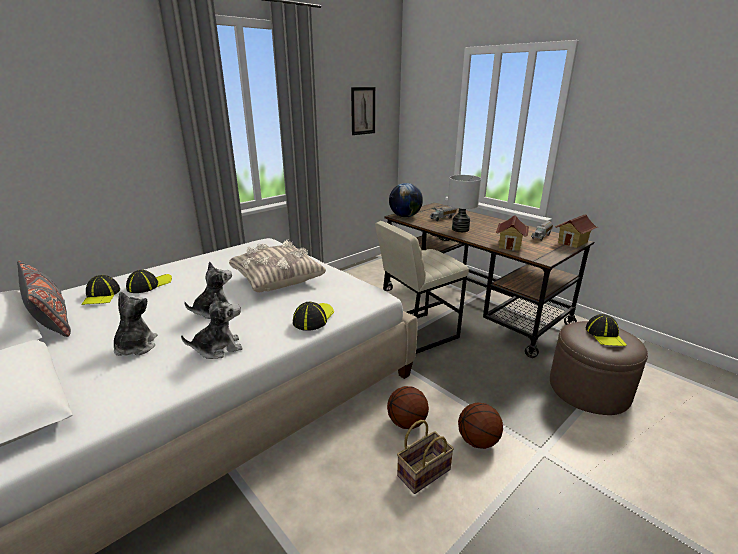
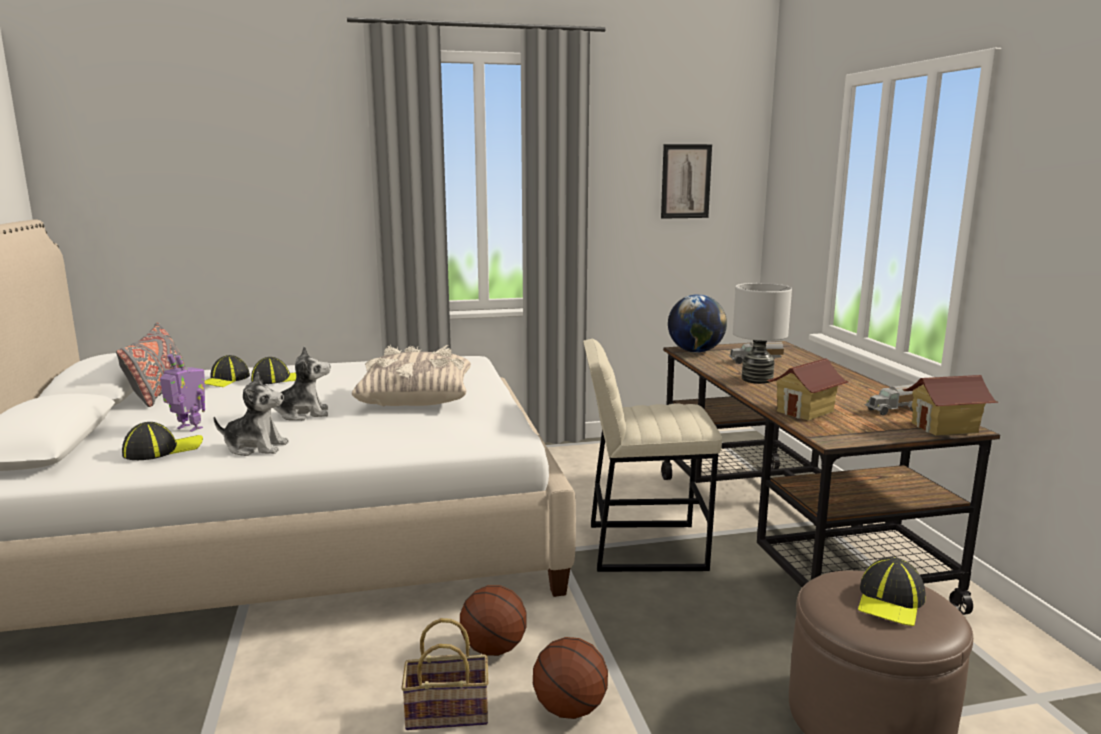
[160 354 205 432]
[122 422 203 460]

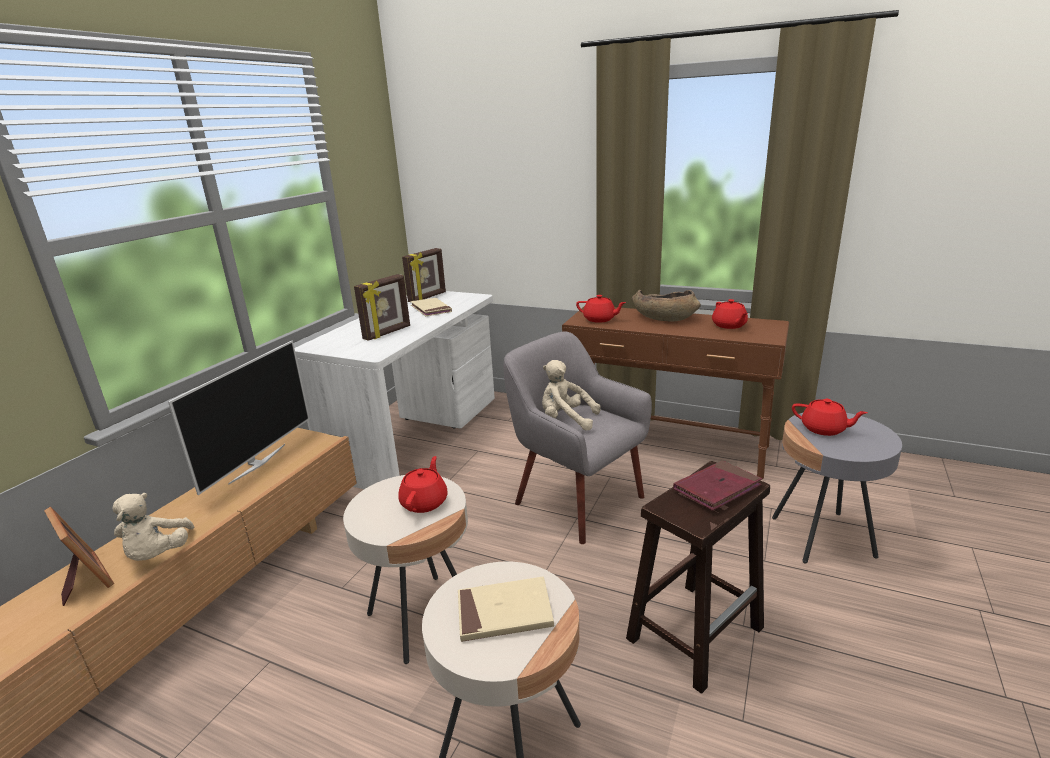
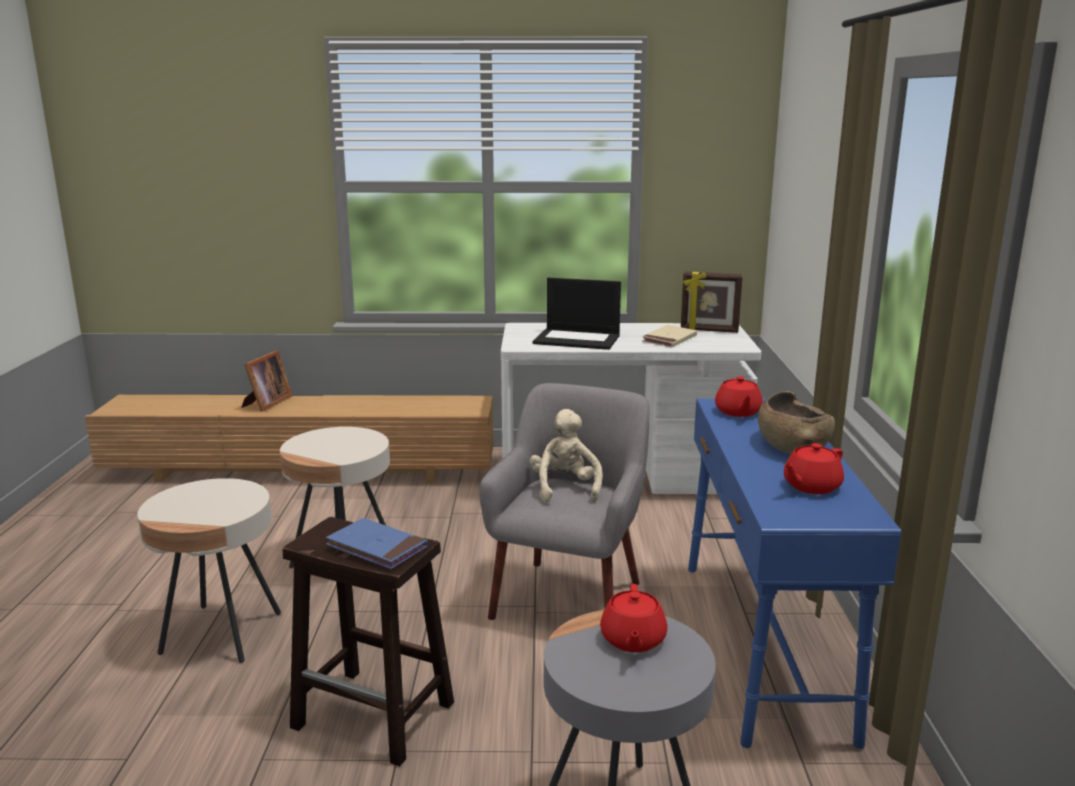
[112 493 195 561] (first image)
[168 340 310 495] (first image)
[533 277 621 350]
[398 456 448 513] (first image)
[458 577 554 642] (first image)
[688 398 901 749]
[326 518 428 569]

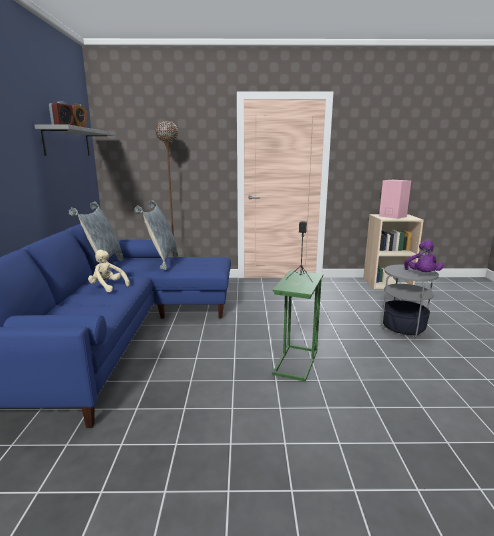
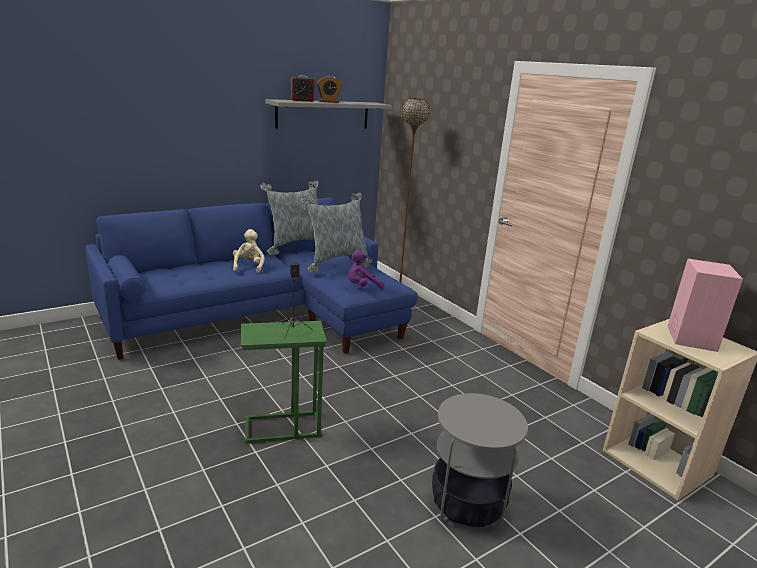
[348 250 384 289]

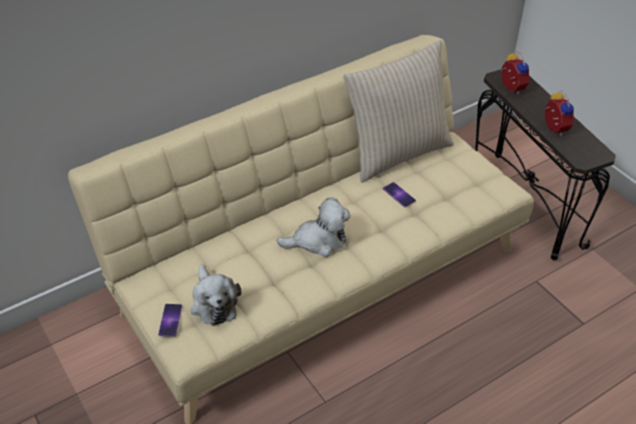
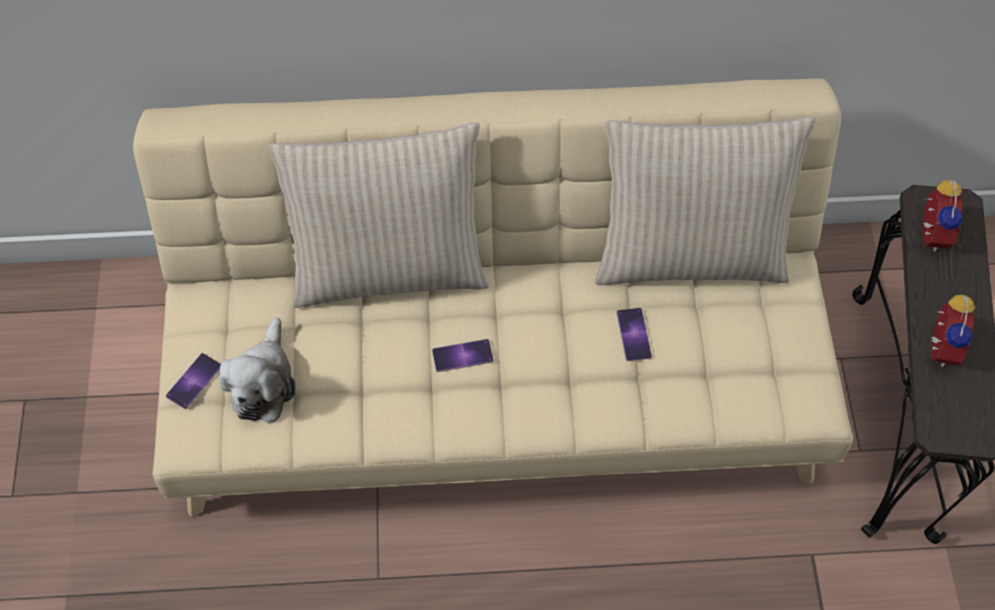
[432 339 493 372]
[268 122 489 308]

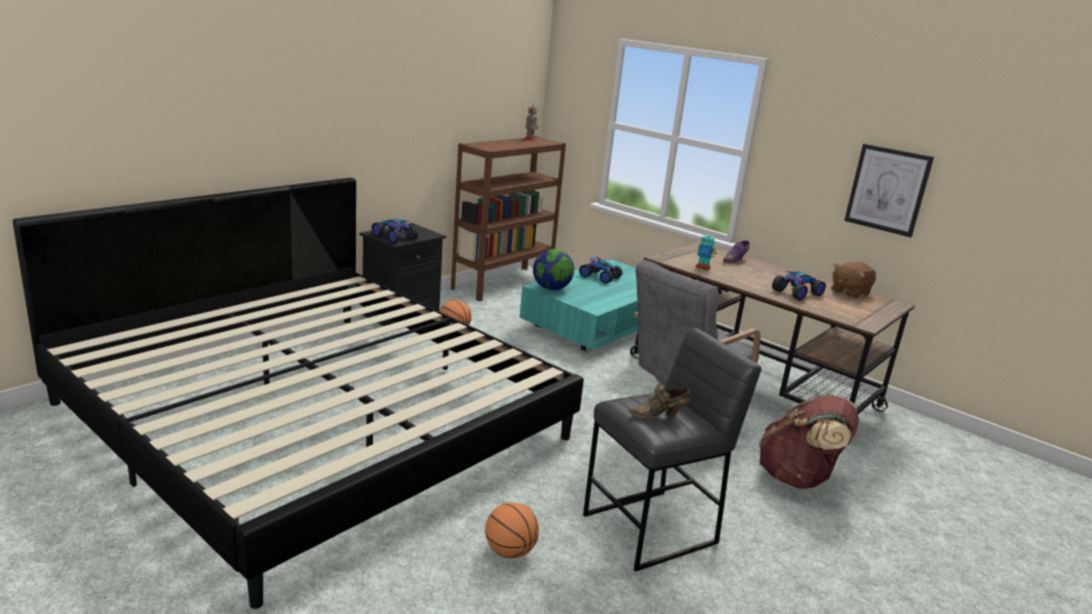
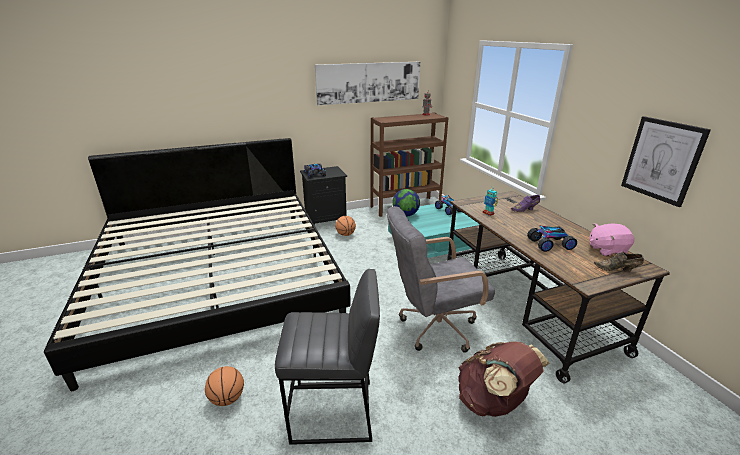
[594 252 644 272]
[589 223 634 256]
[315 62 420 105]

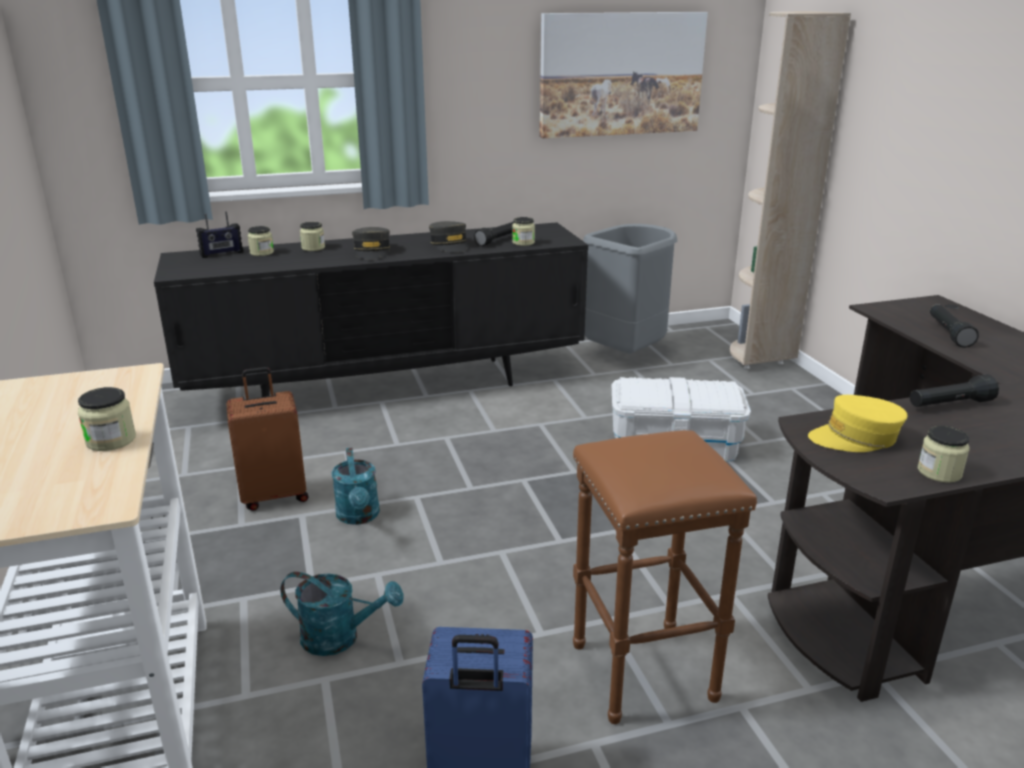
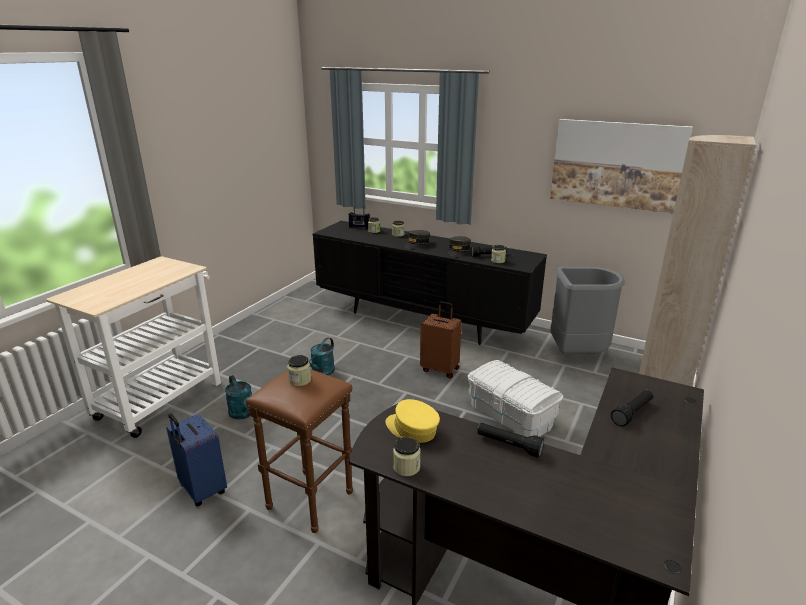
[287 355 311 386]
[420 301 462 378]

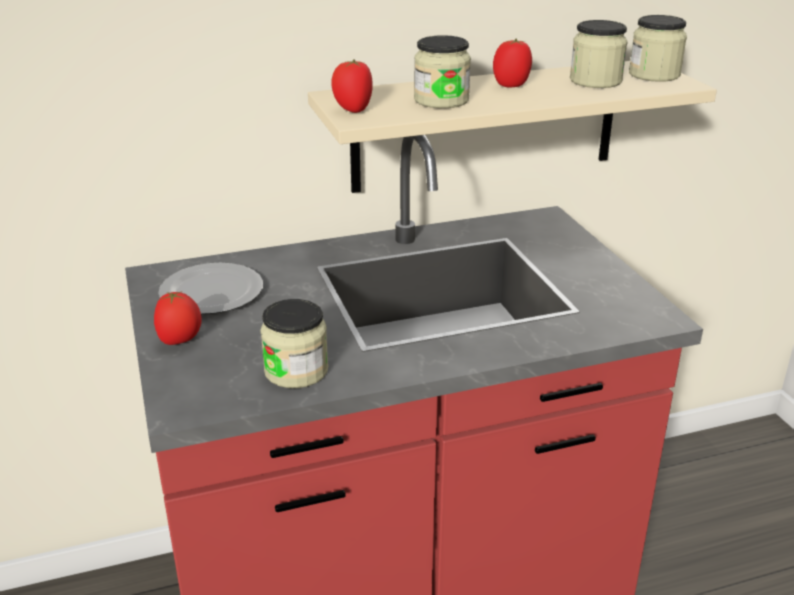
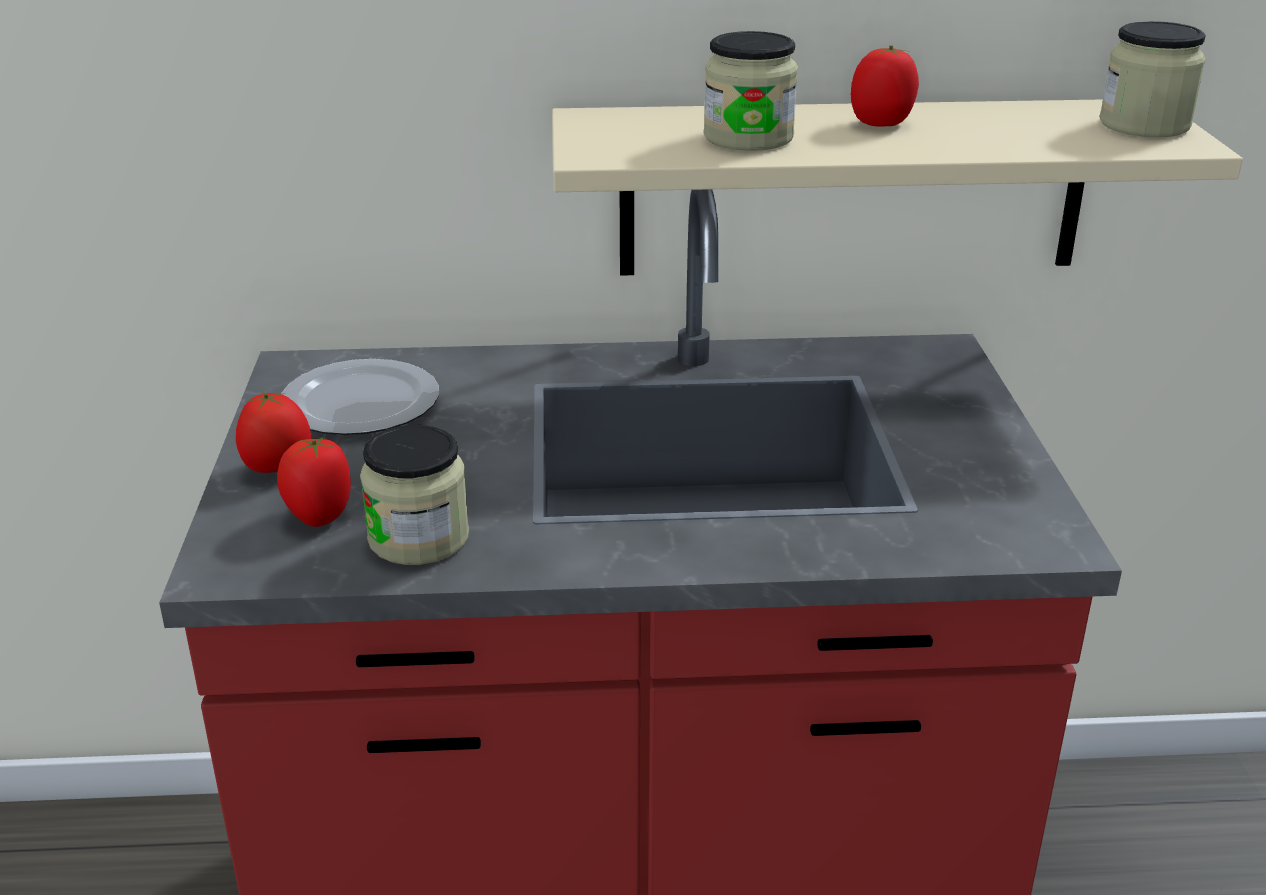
[277 436 351 527]
[570 20 628 88] (first image)

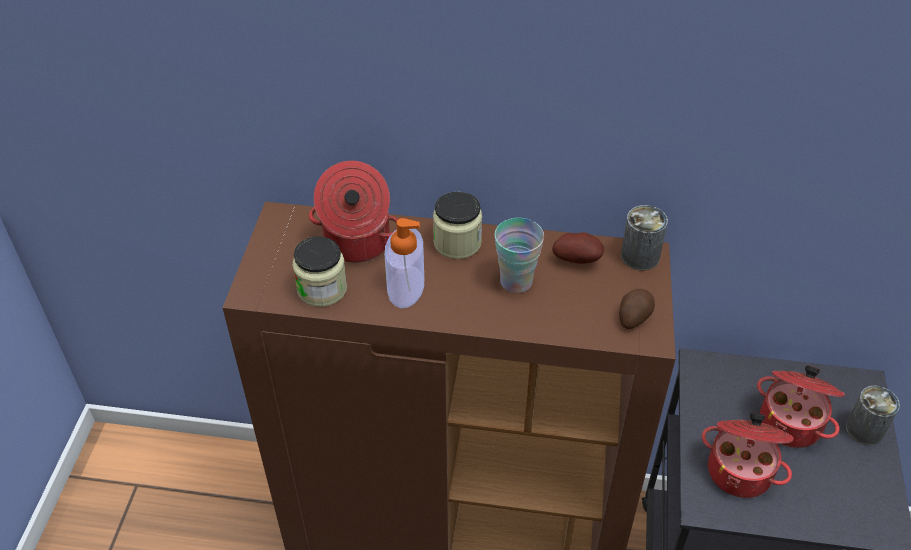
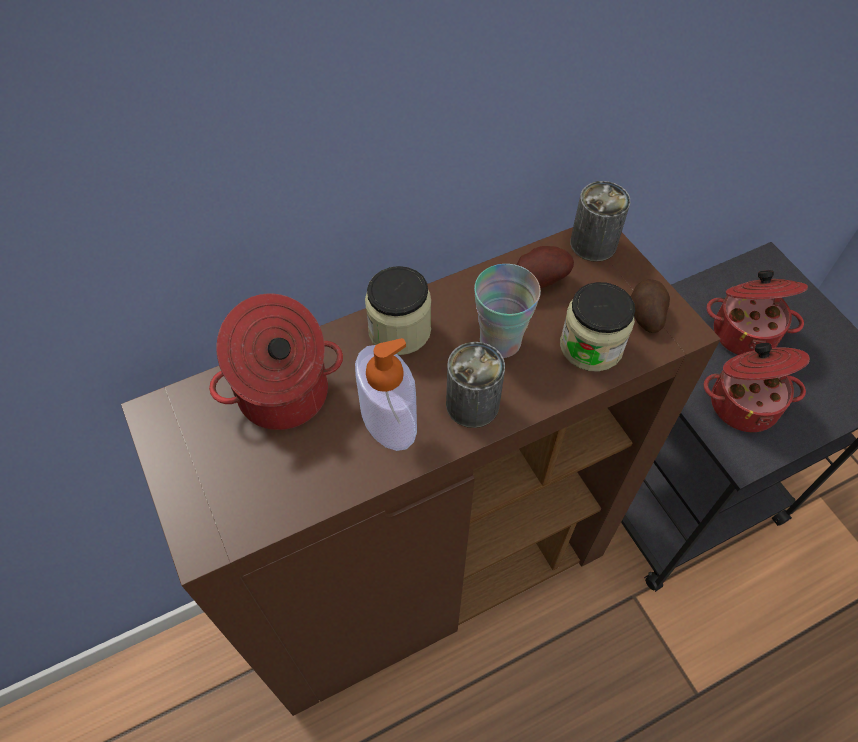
[560 282 635 372]
[446 342 505 428]

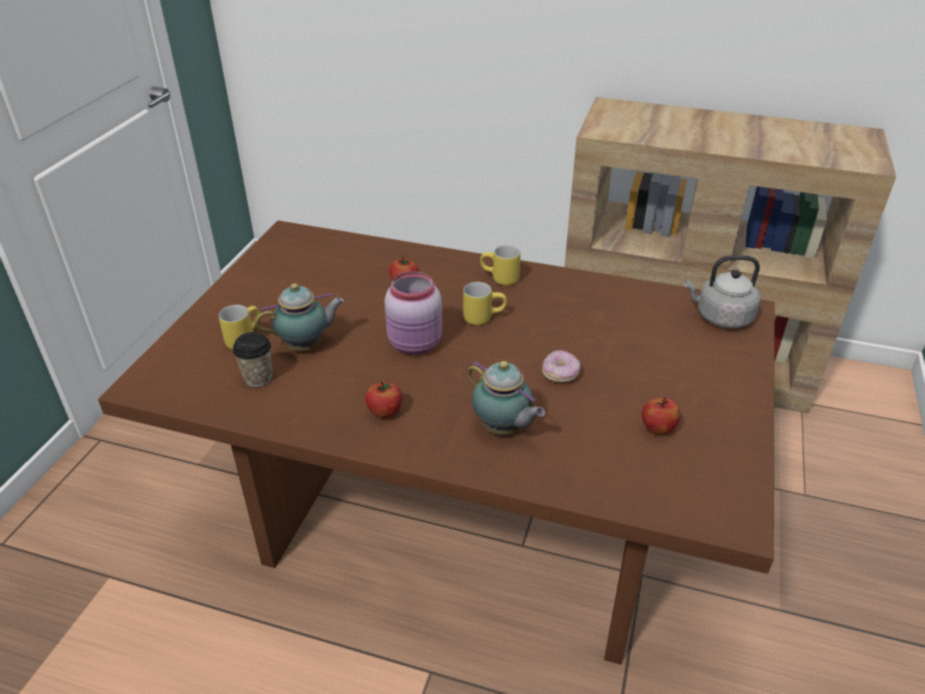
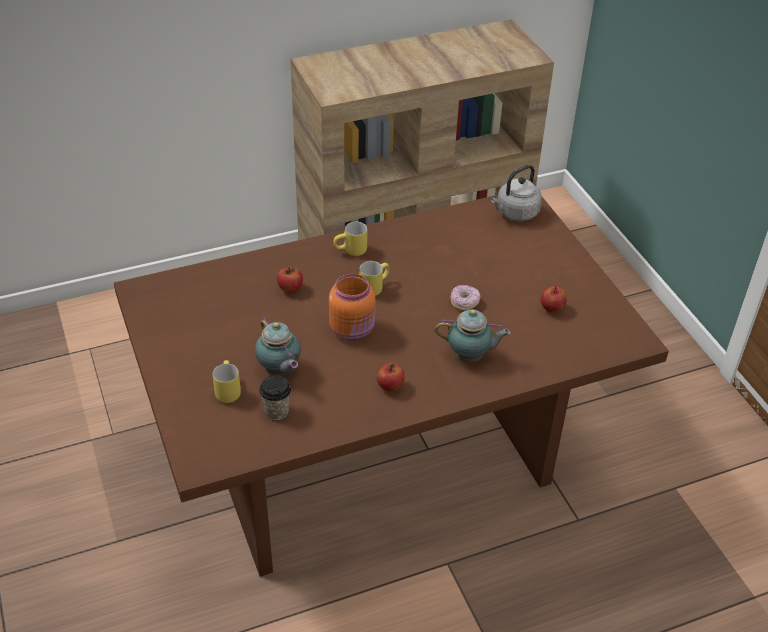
[255 317 301 376]
[329 274 375 341]

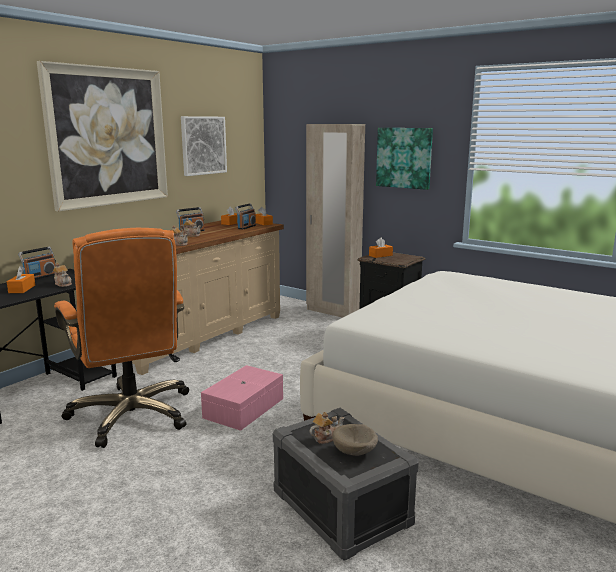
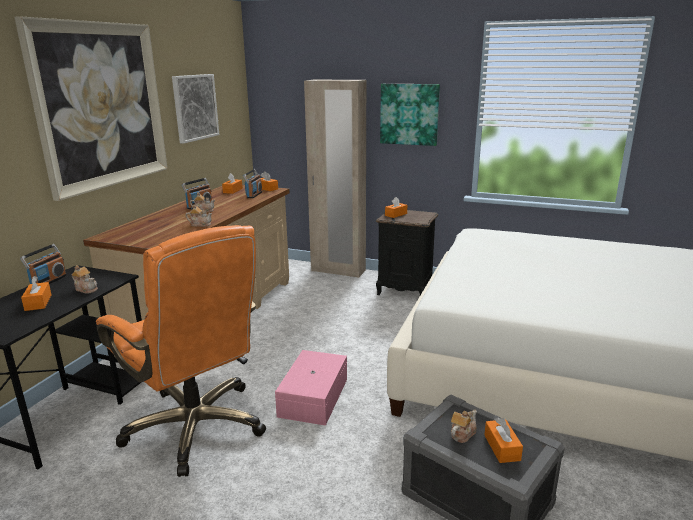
[484 418 523 463]

